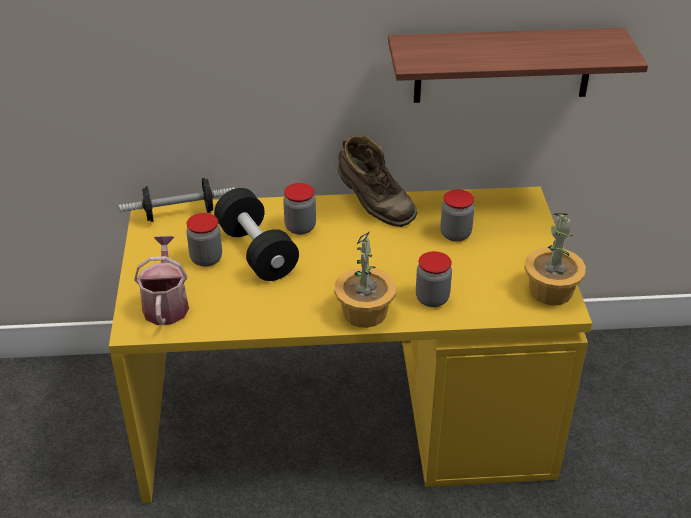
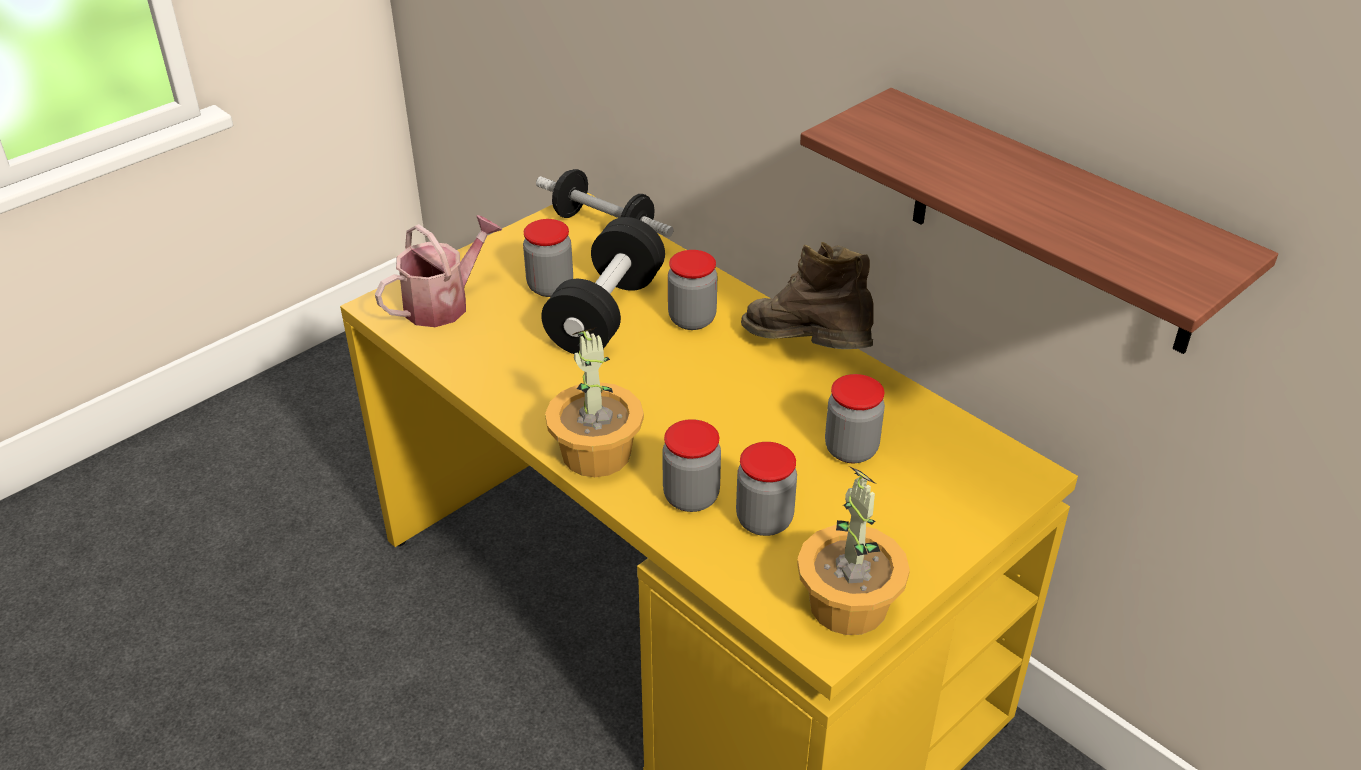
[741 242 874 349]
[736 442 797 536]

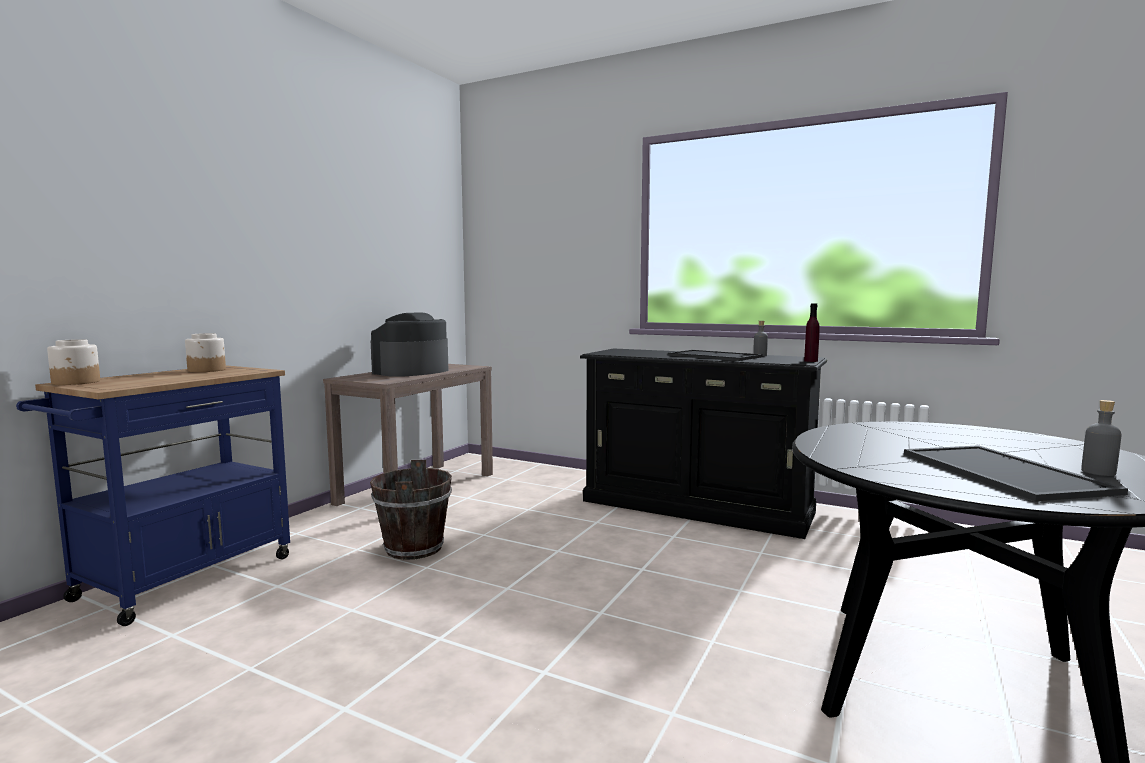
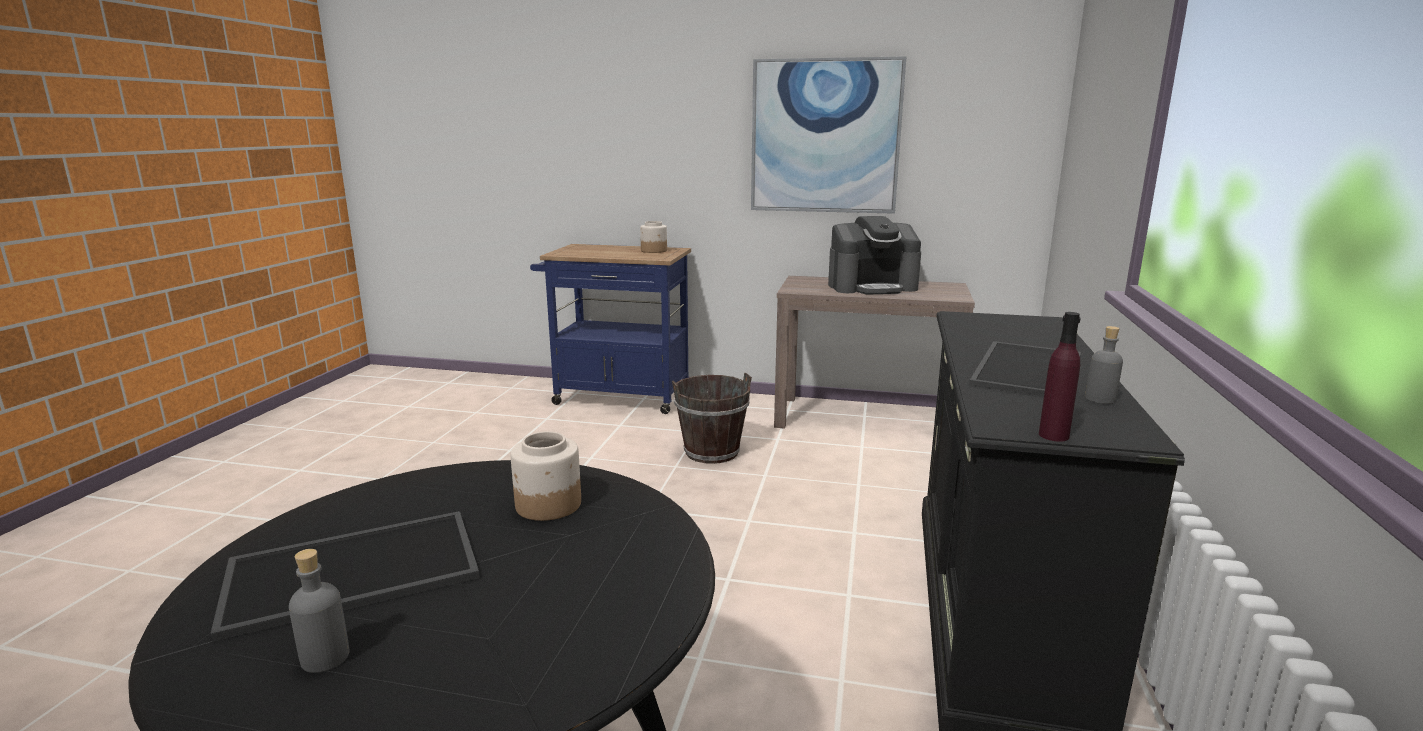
[511 431 581 521]
[828 216 921 294]
[751 56 906 214]

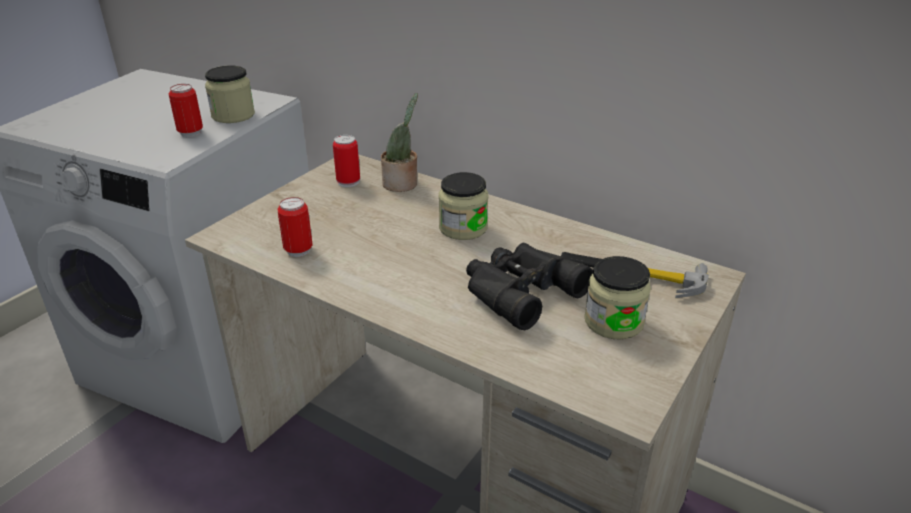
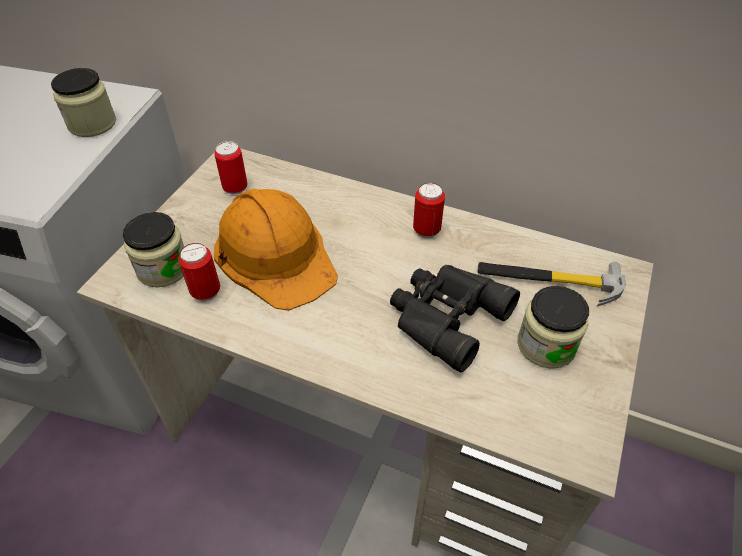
[413 183 445 239]
[381 93 418 192] (first image)
[123 212 184 287]
[214 188 338 311]

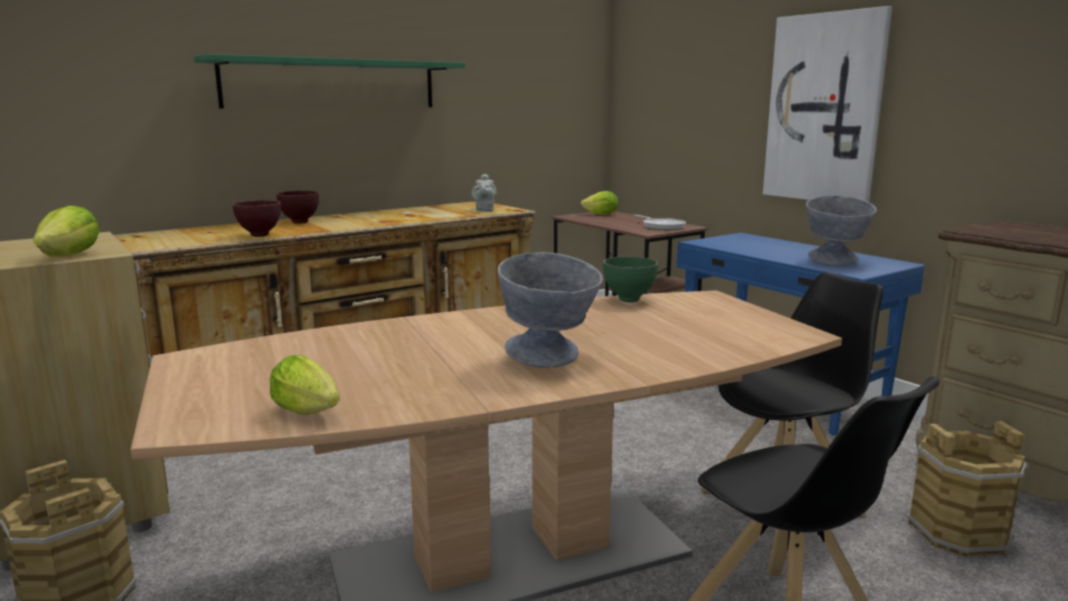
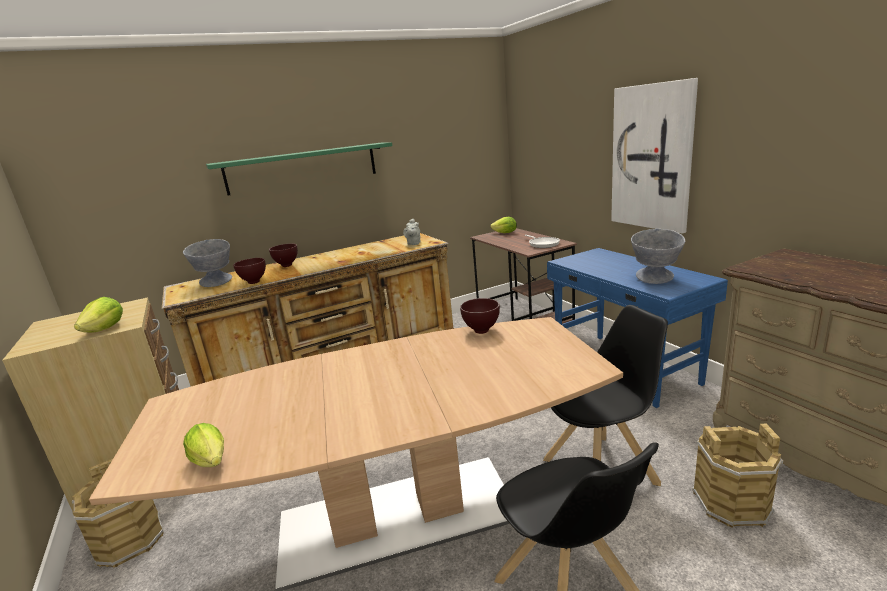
[183 239 232 287]
[460 298 500 334]

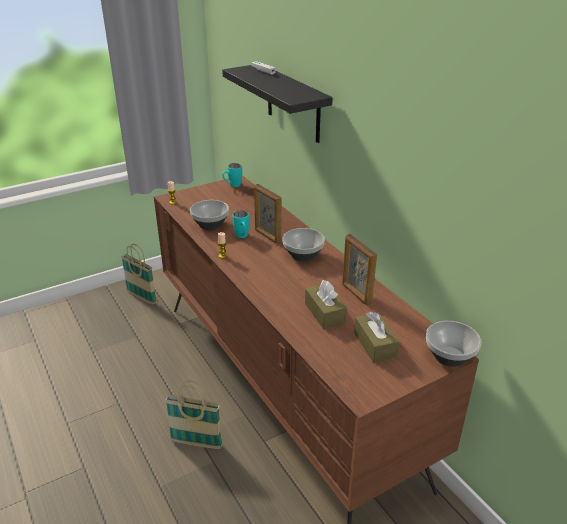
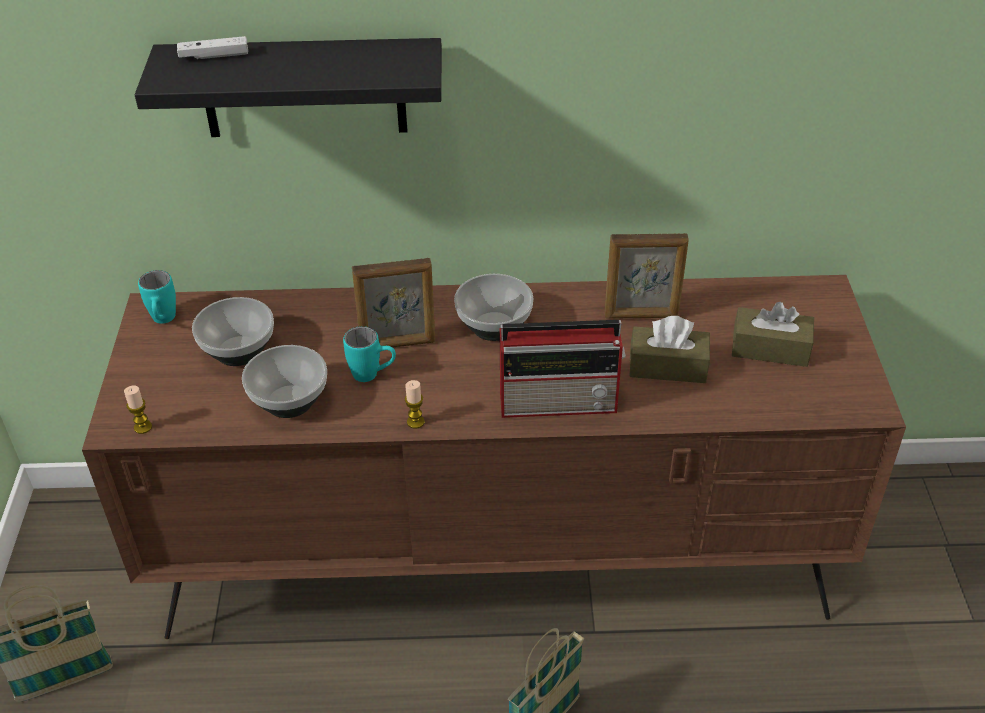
[192 297 274 366]
[499 320 626 418]

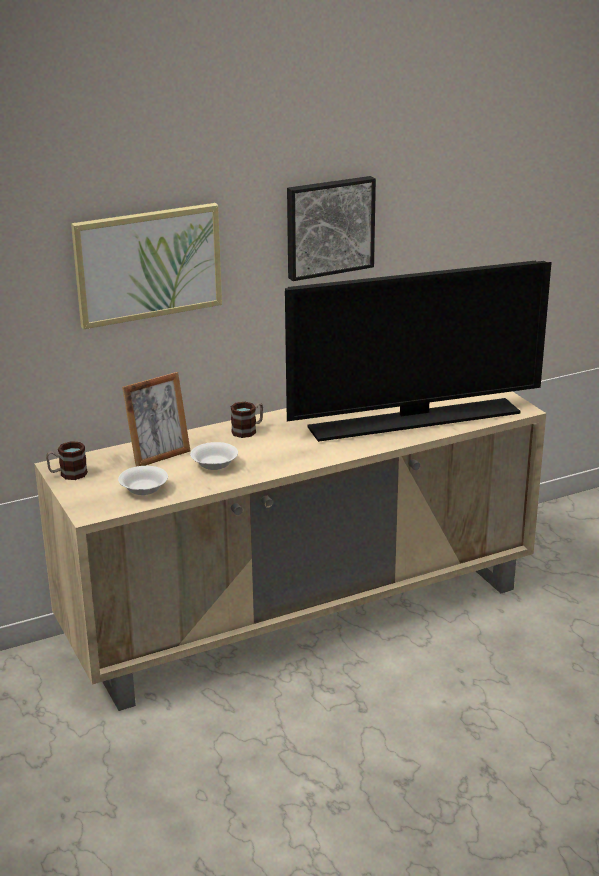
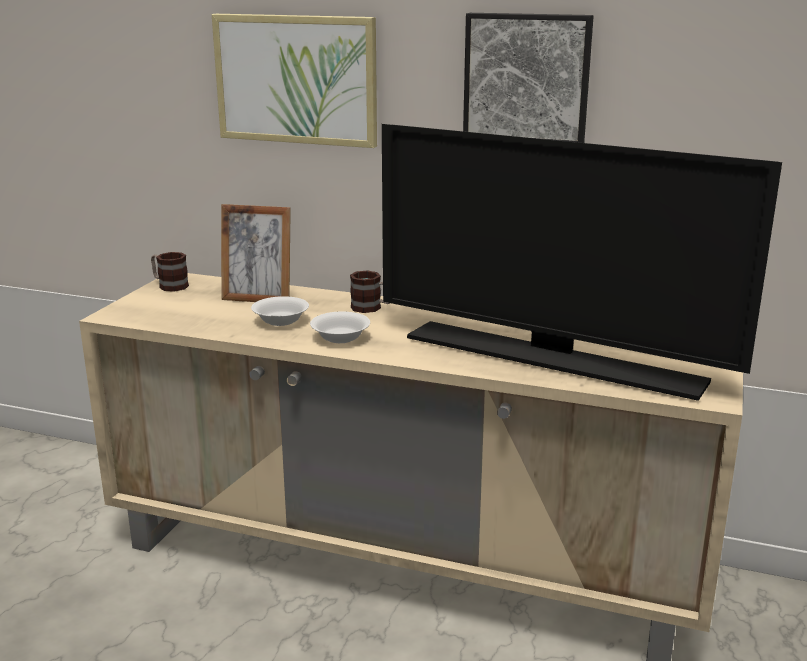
[310 312 370 343]

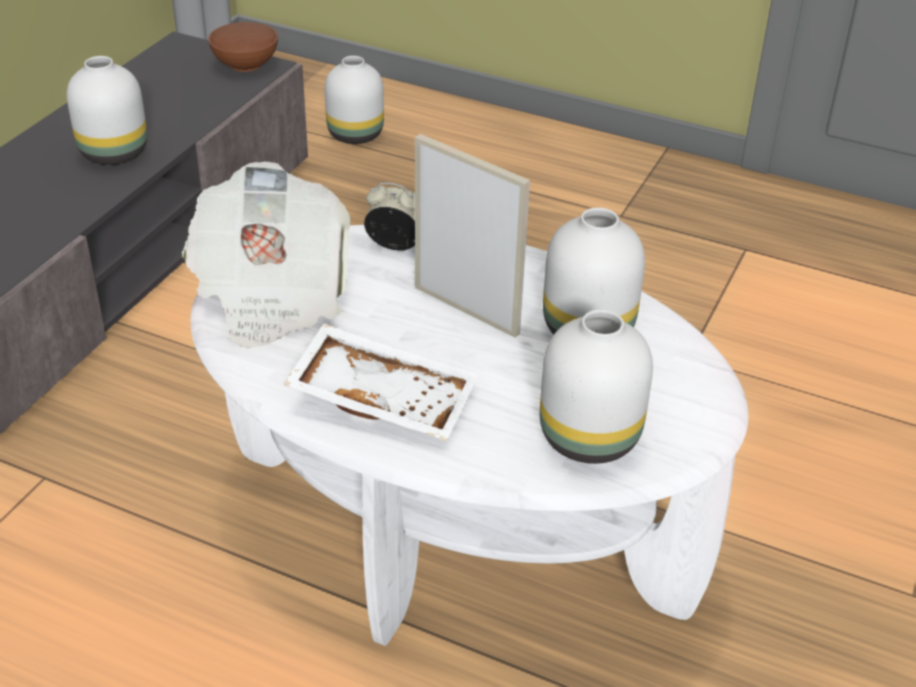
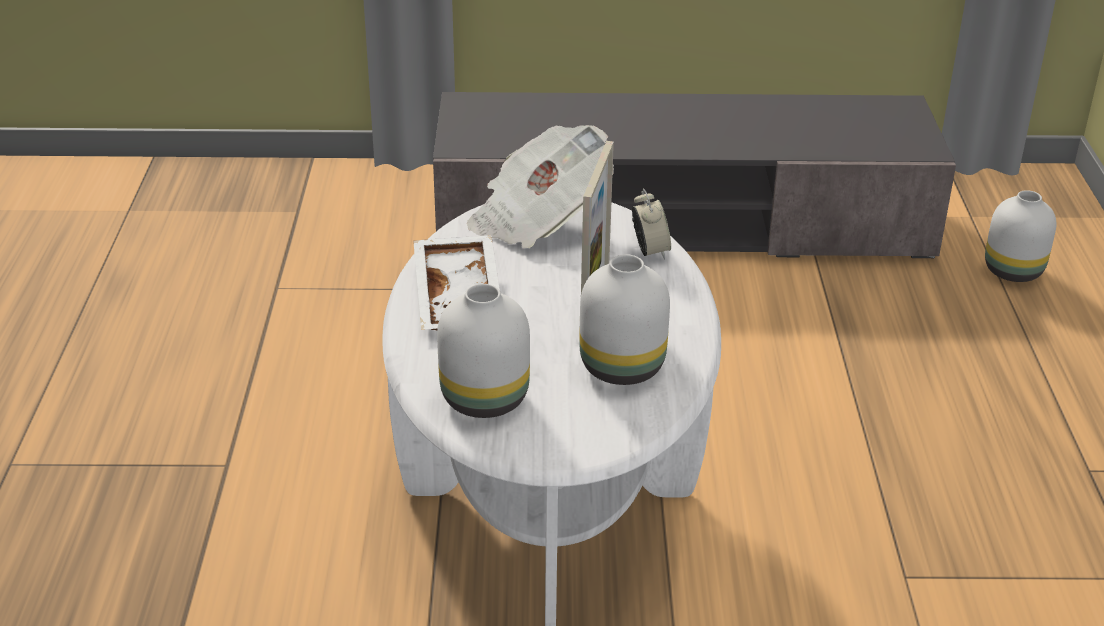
[67 56 147 165] (first image)
[208 22 278 72] (first image)

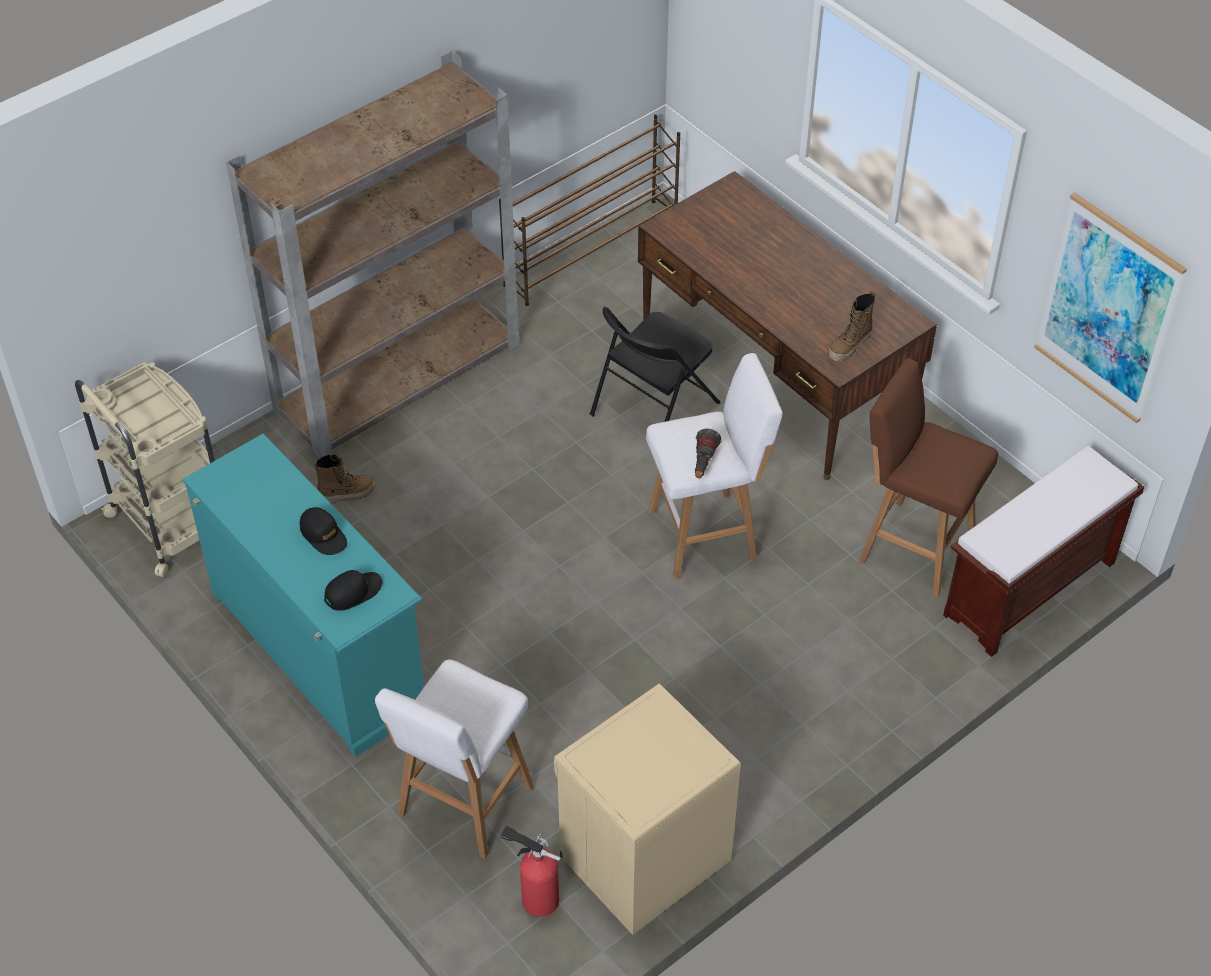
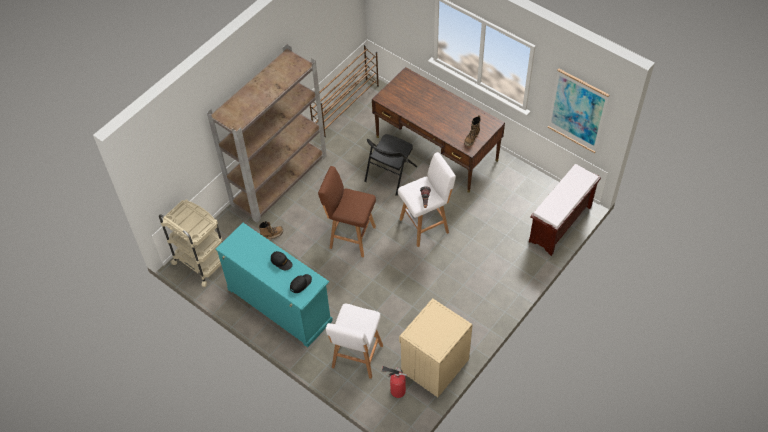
[318 166 376 257]

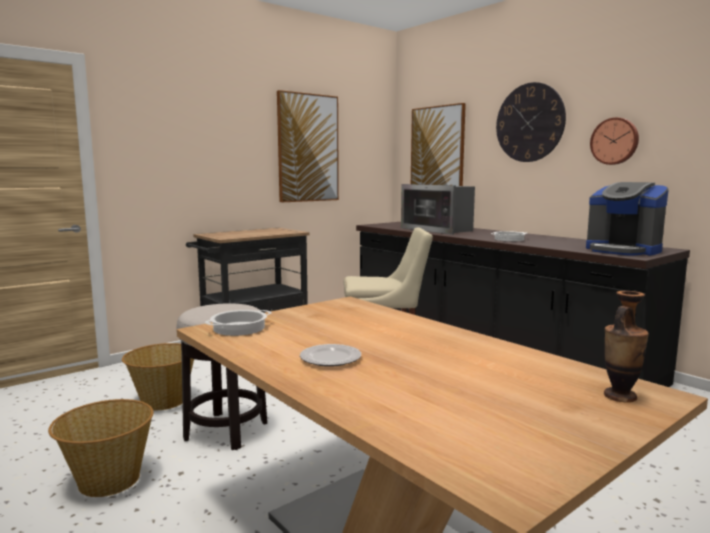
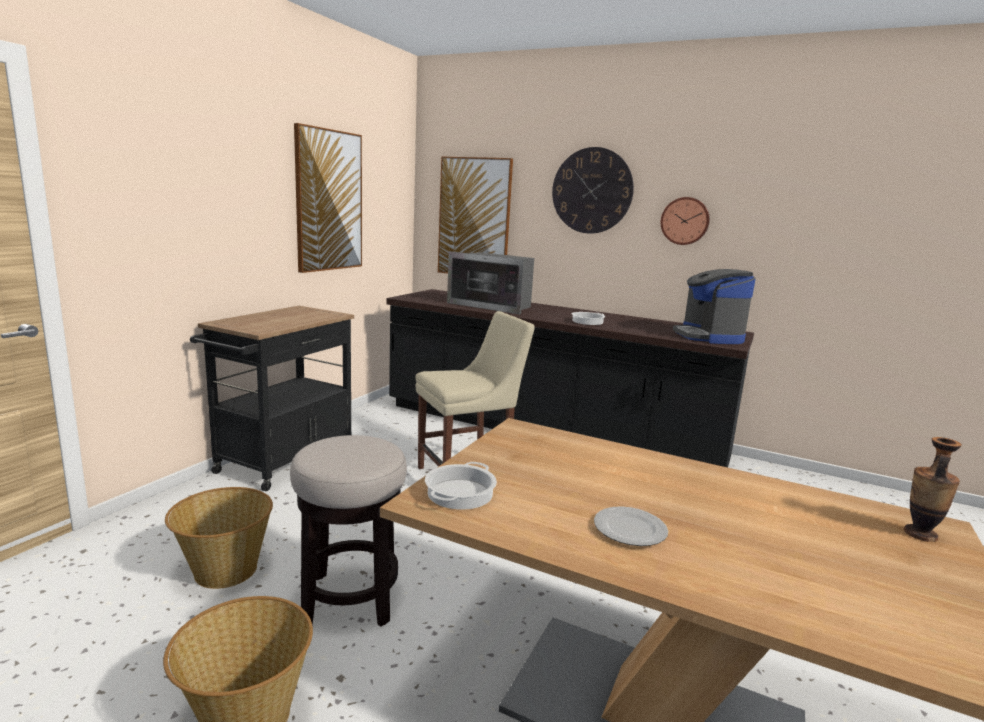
[673 269 756 344]

